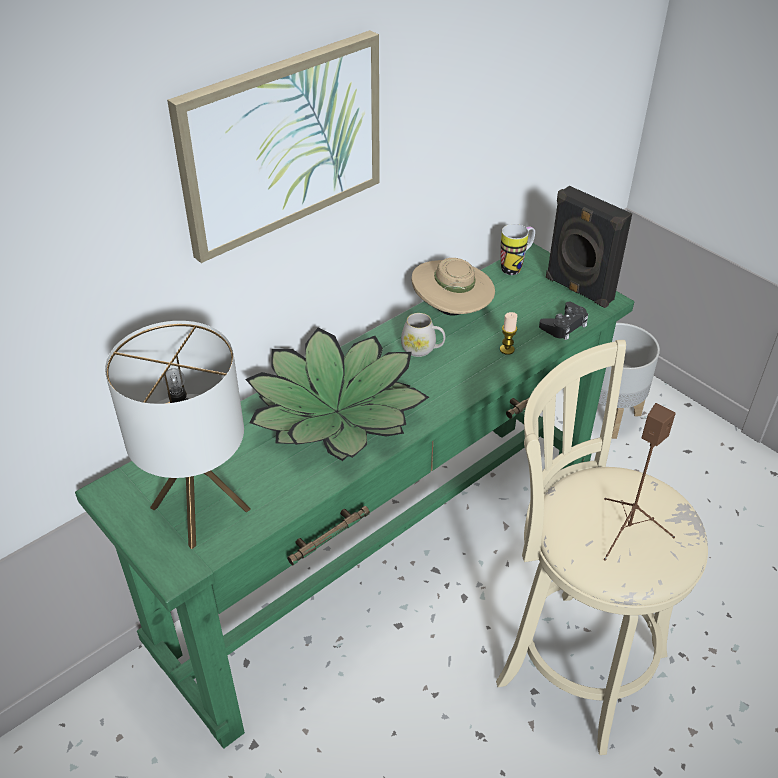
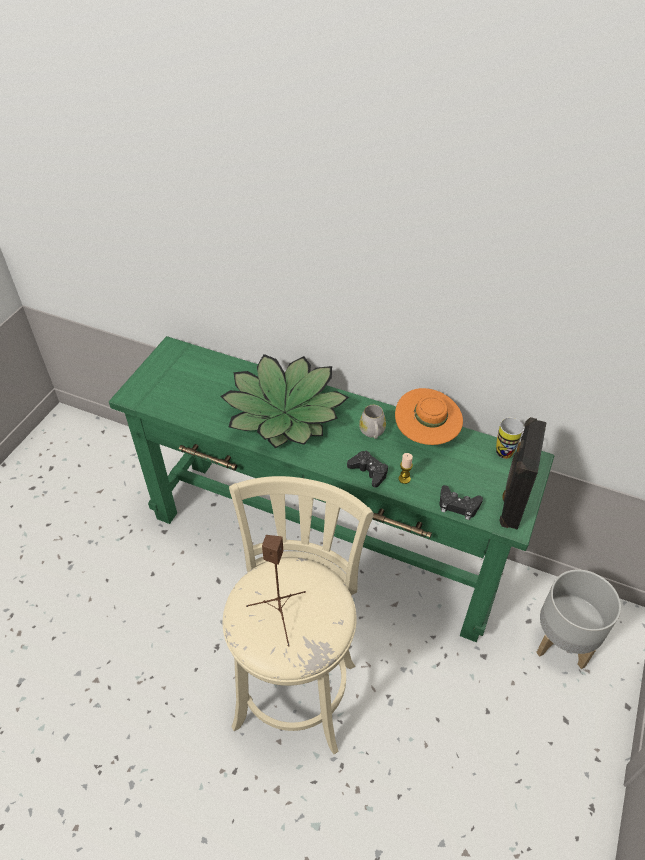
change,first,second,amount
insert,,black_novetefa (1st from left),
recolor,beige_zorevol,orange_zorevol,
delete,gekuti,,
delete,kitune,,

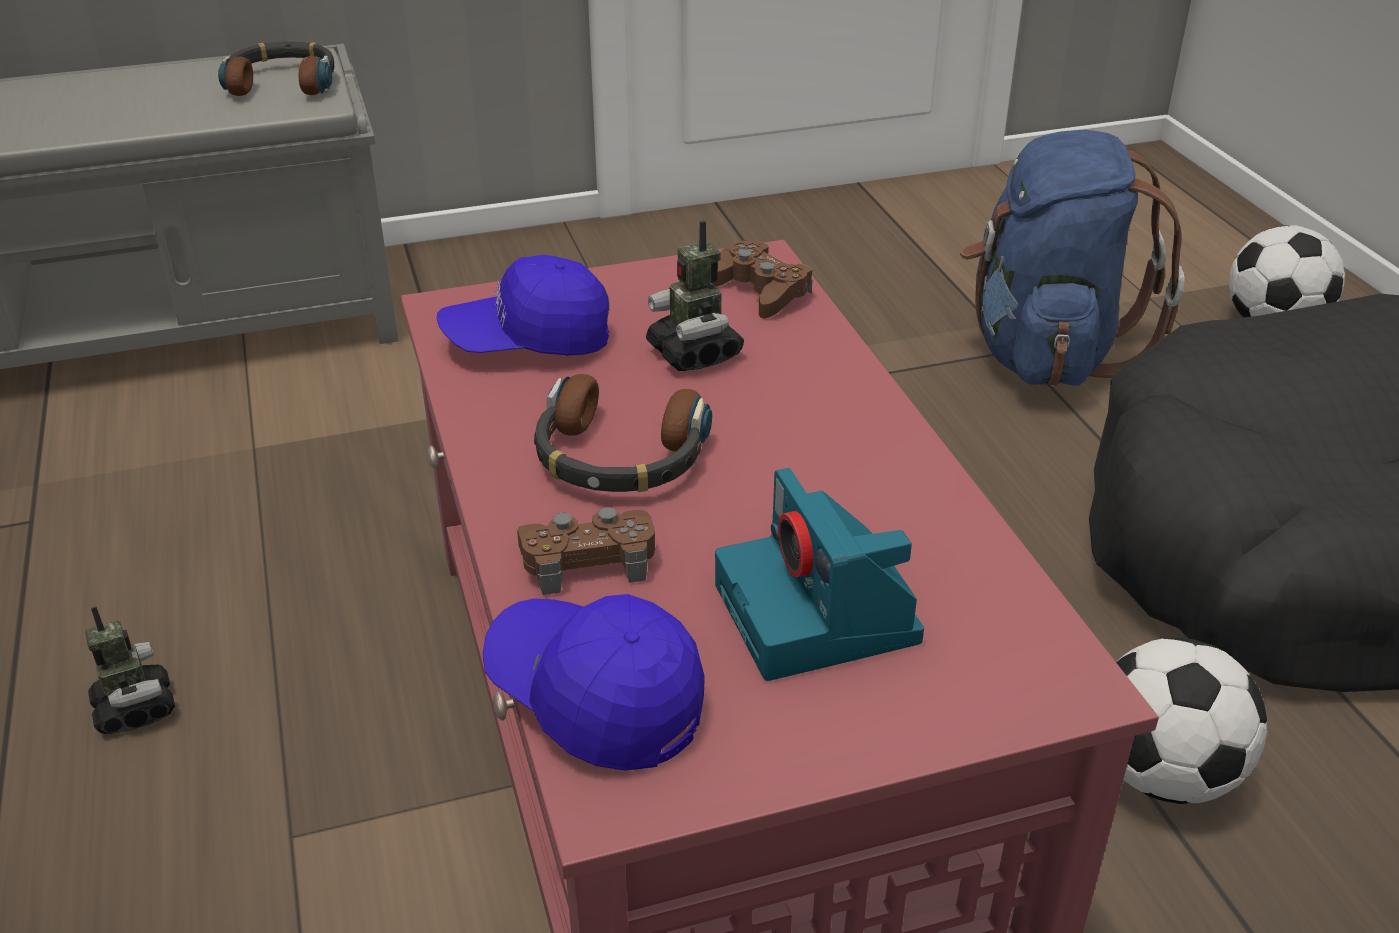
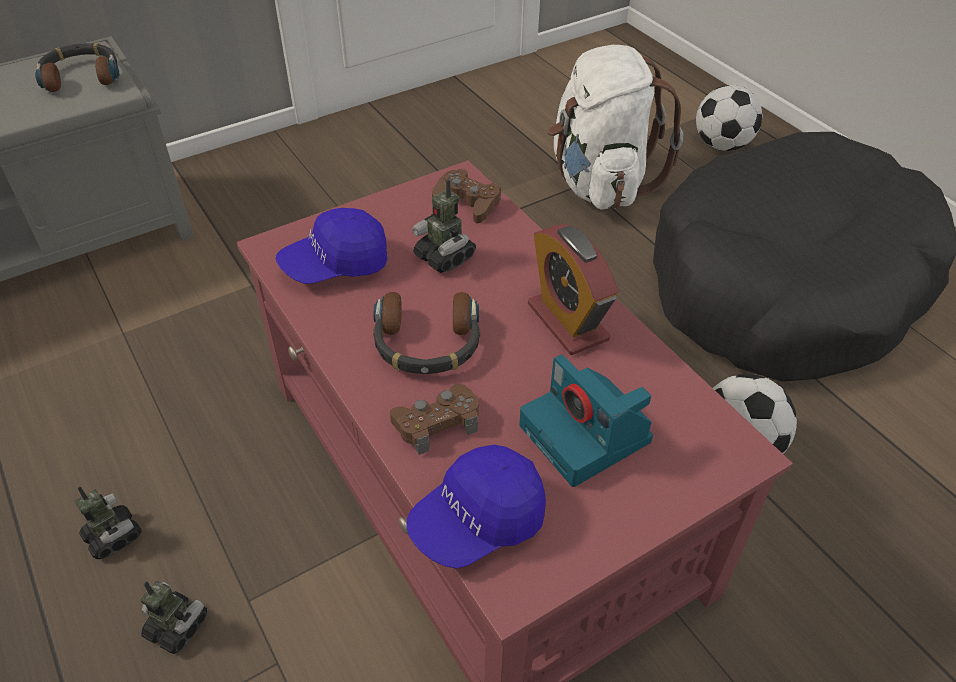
change,first,second,amount
insert,,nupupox (2nd from left),
rotate,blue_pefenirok (2nd from left),,60 degrees counterclockwise
insert,,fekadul,
recolor,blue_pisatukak,white_pisatukak,

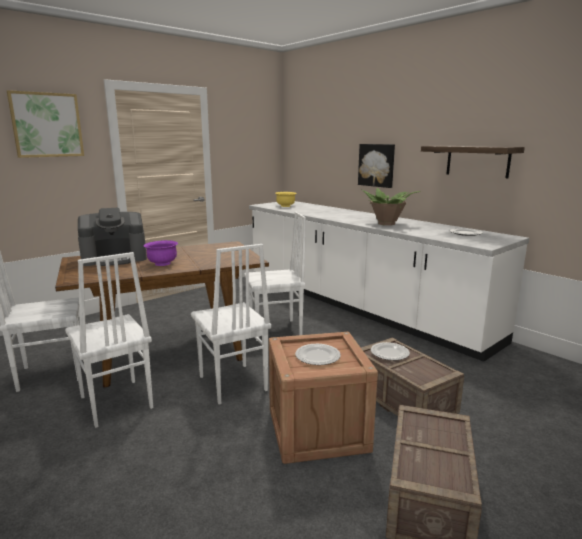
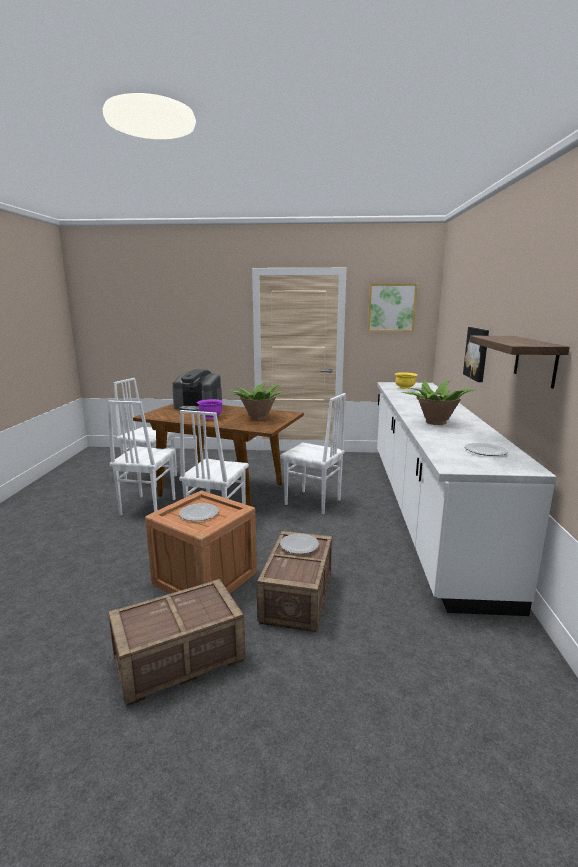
change,first,second,amount
insert,,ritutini (1st from left),
move,kitune (1st from left),,

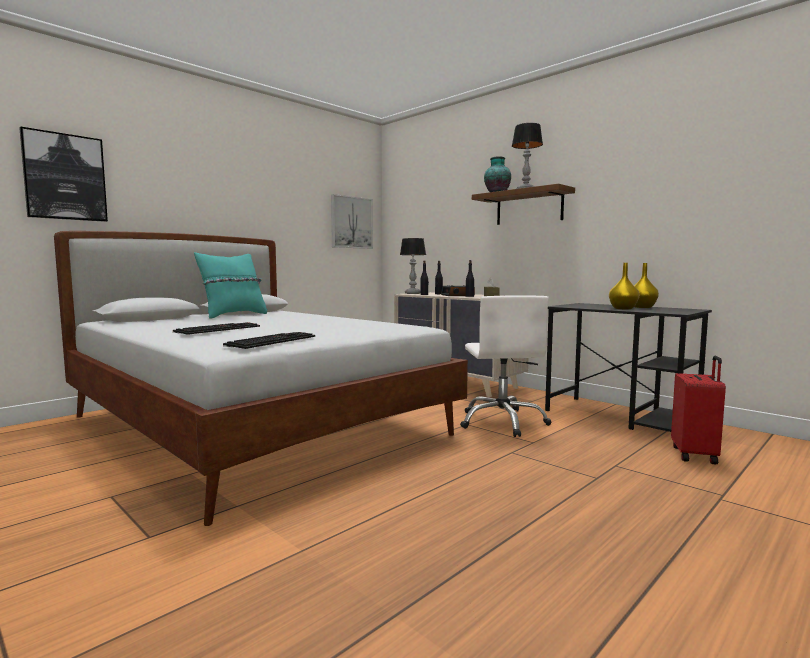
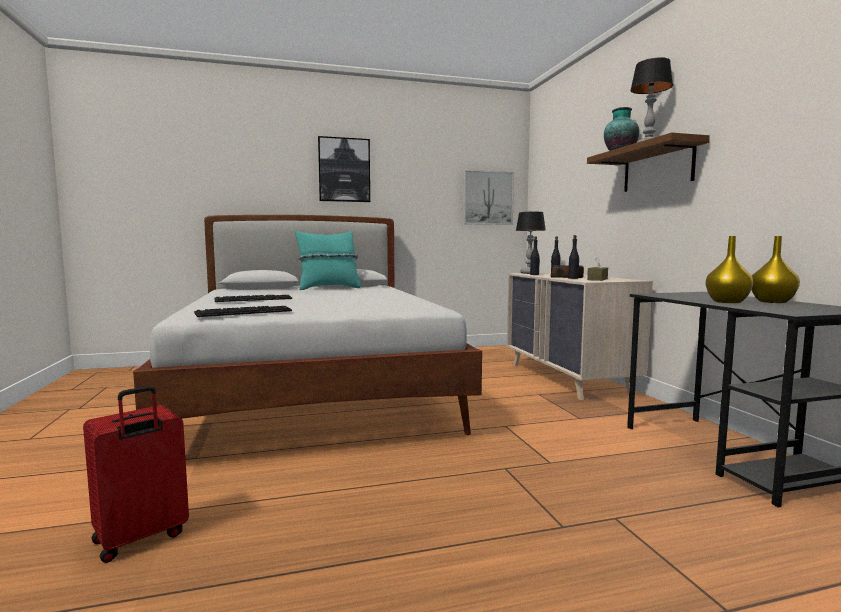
change,first,second,amount
move,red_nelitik,,
move,kitune (1st from left),,
delete,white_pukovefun,,

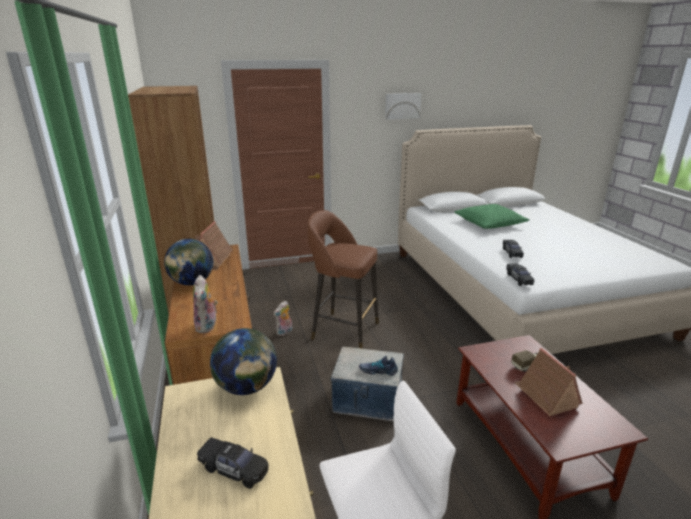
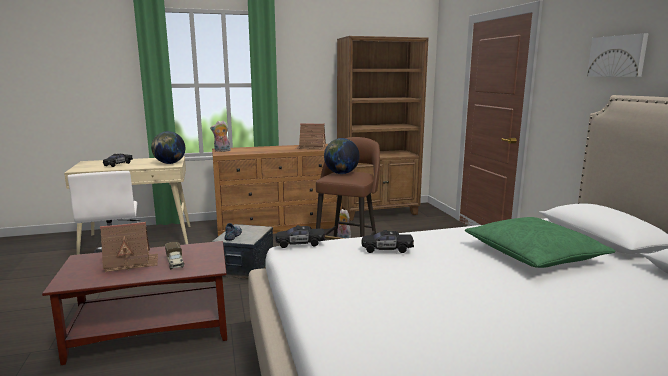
change,first,second,amount
move,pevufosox (1st from left in the first image),pevufosox (2nd from left),

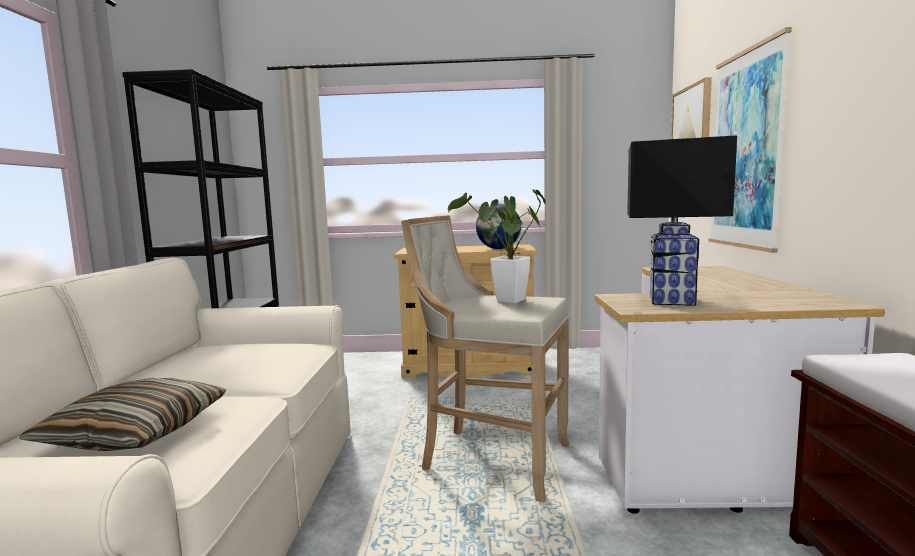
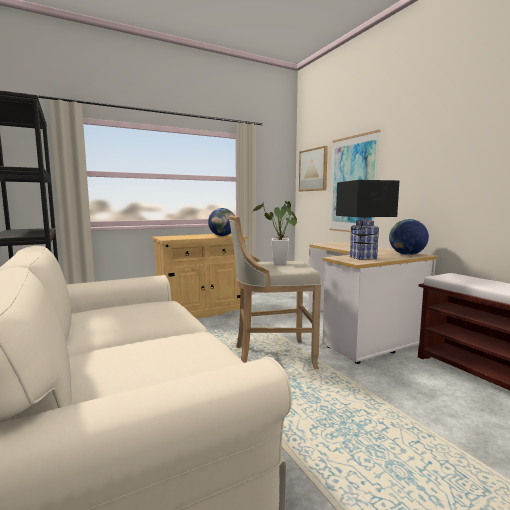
change,first,second,amount
insert,,pevufosox (2nd from left),
delete,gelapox,,

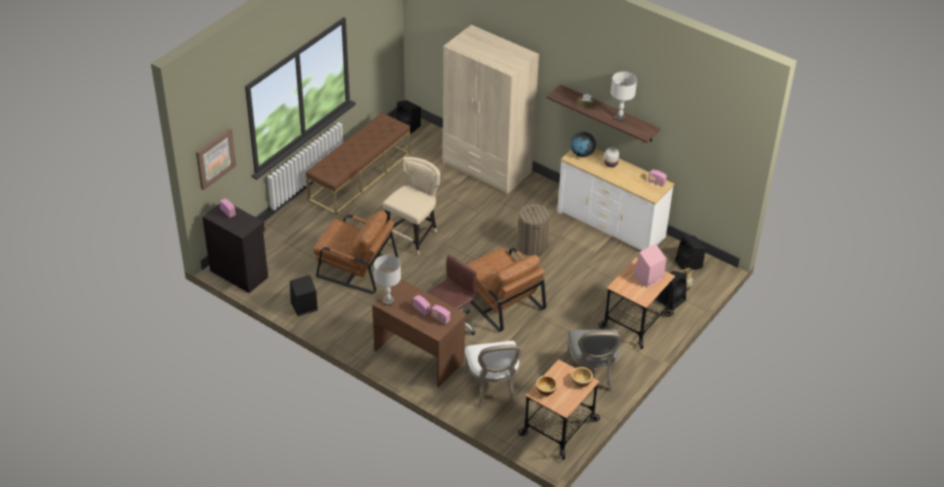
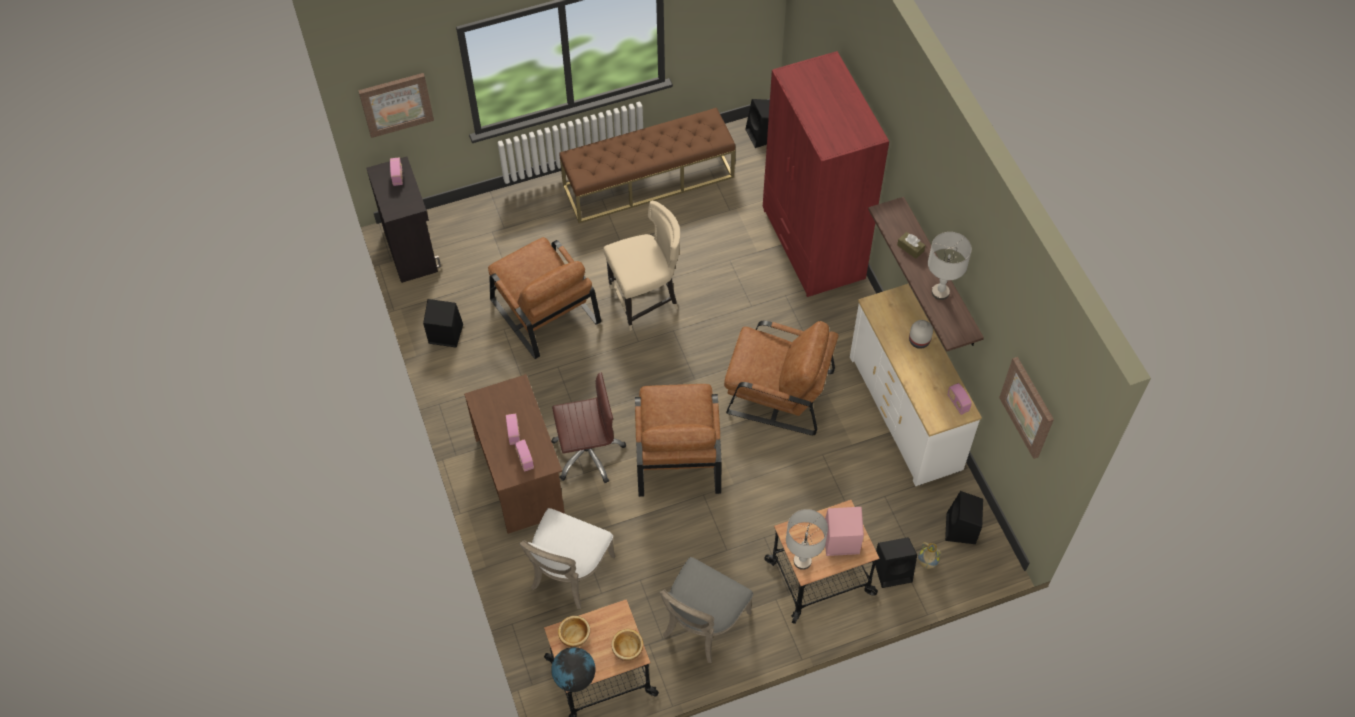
change,first,second,amount
move,pevufosox,,
replace,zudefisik,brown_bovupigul (3rd from left),
recolor,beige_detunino,red_detunino,
move,grey_gekuti (1st from left),,
insert,,kitune (2nd from left),

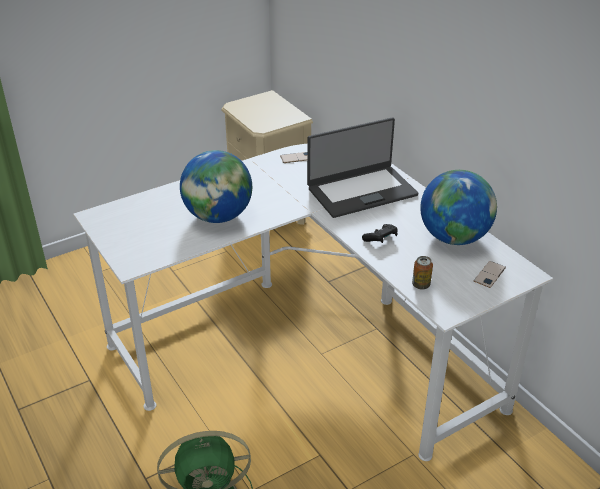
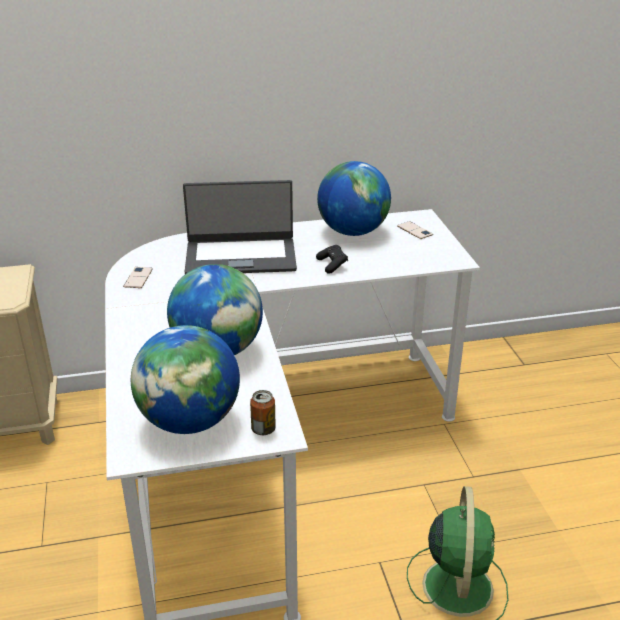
change,first,second,amount
insert,,pevufosox (1st from left),
rotate,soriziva,,90 degrees clockwise
move,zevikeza,,

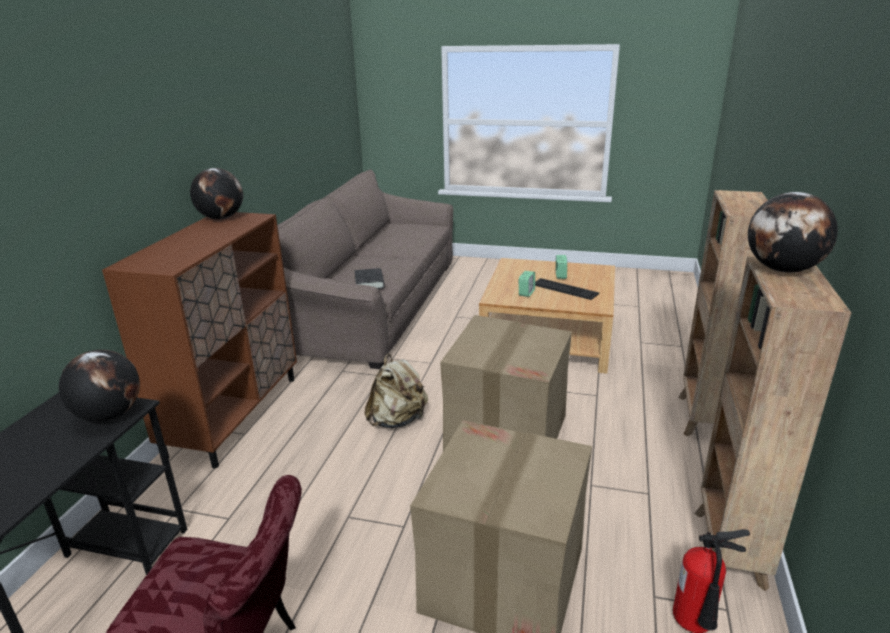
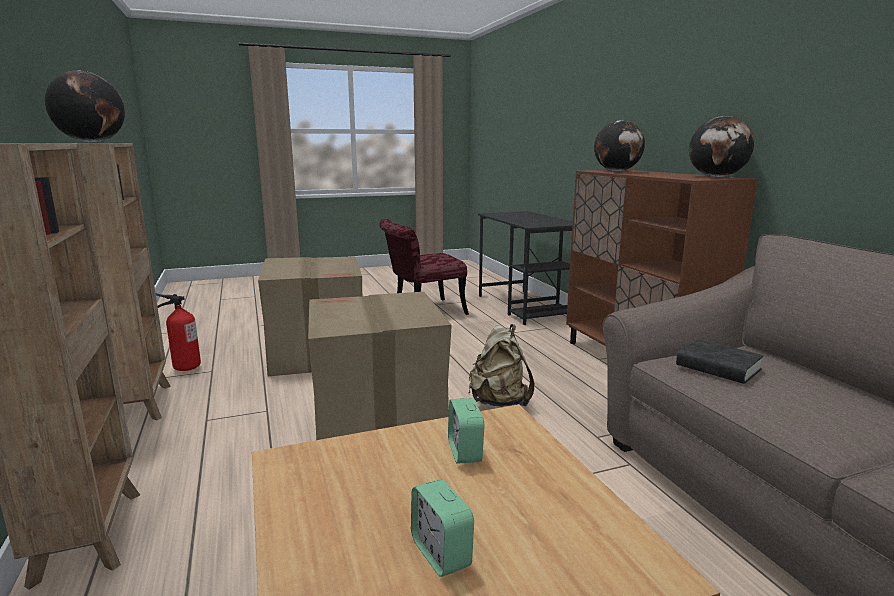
change,first,second,amount
move,pevufosox (1st from left in the first image),pevufosox (2nd from left),
delete,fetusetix,,

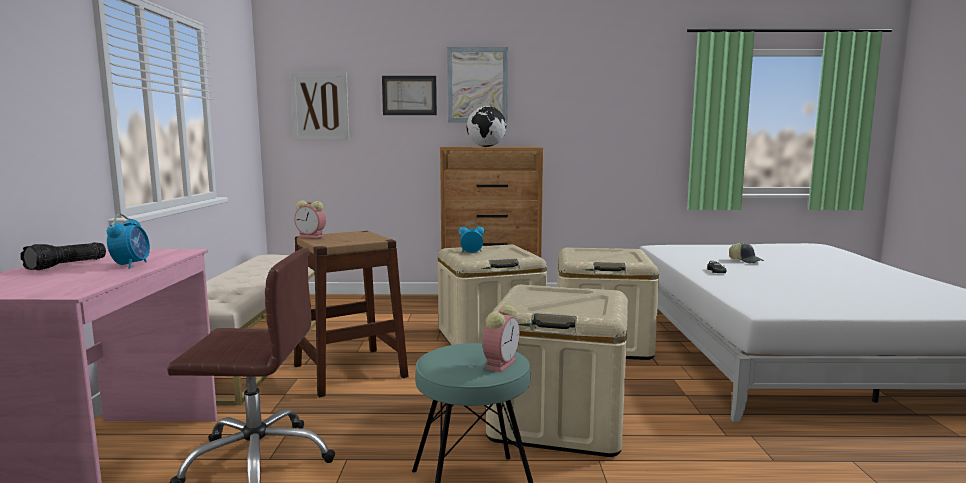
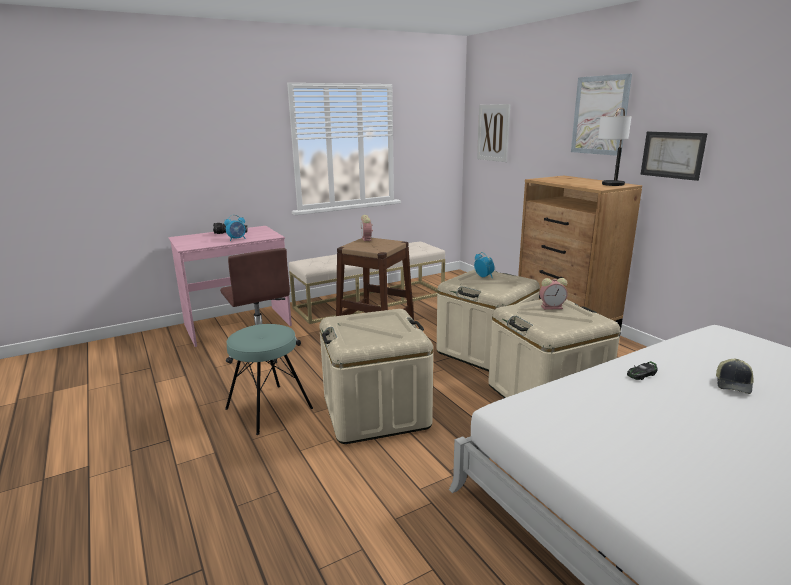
change,first,second,amount
move,fekadul (4th from left),,
insert,,gekuti,
move,kitune (2nd from left in the first image),kitune (3rd from left),
delete,pevufosox,,

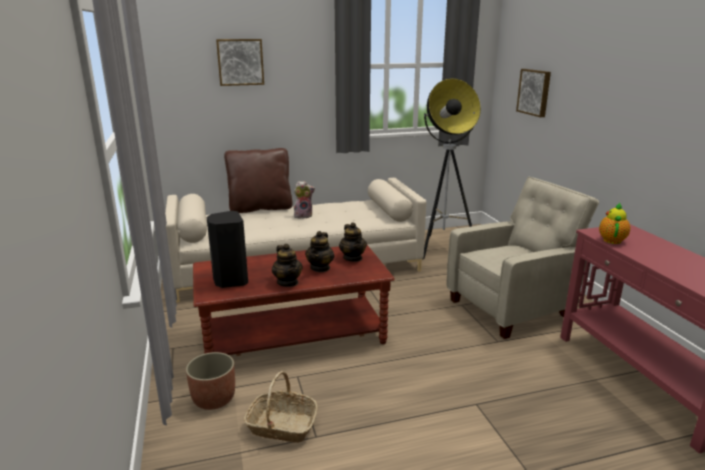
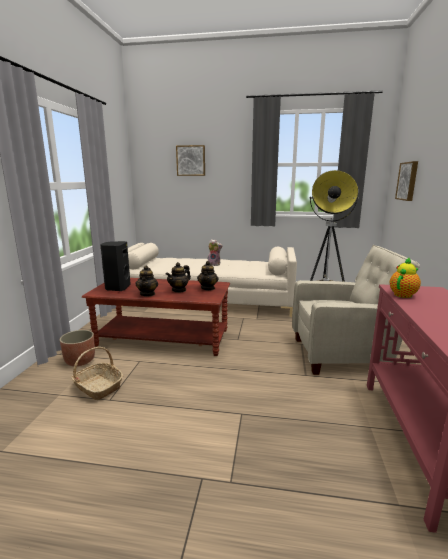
change,first,second,amount
delete,brown_gelapox,,

